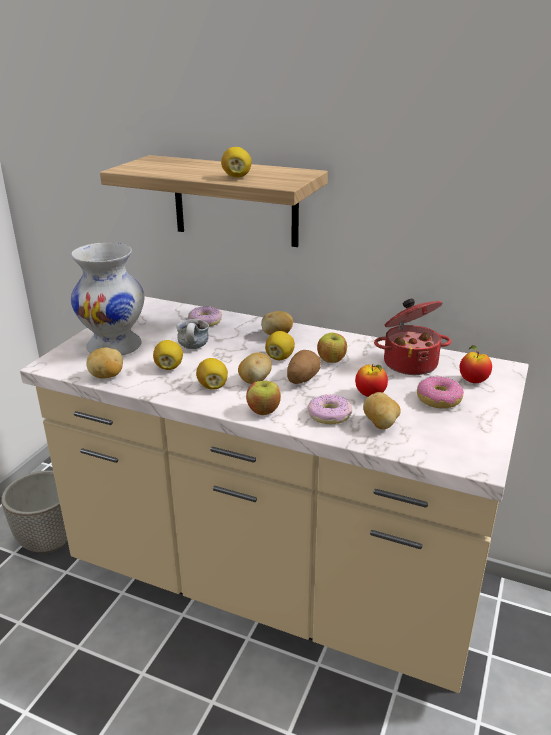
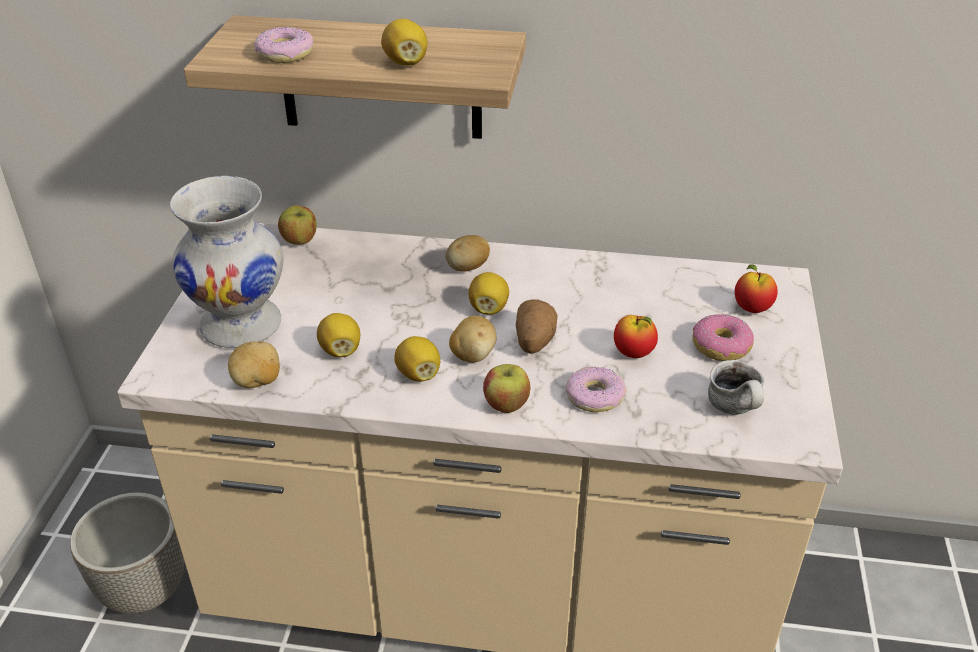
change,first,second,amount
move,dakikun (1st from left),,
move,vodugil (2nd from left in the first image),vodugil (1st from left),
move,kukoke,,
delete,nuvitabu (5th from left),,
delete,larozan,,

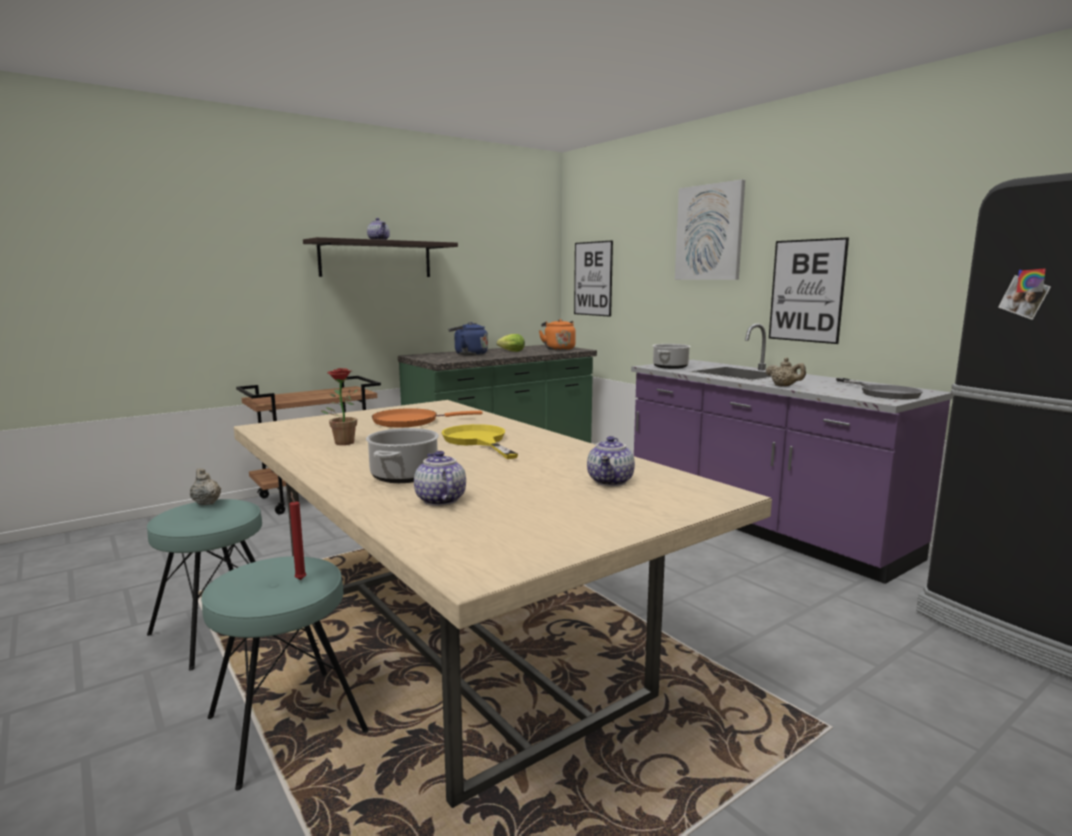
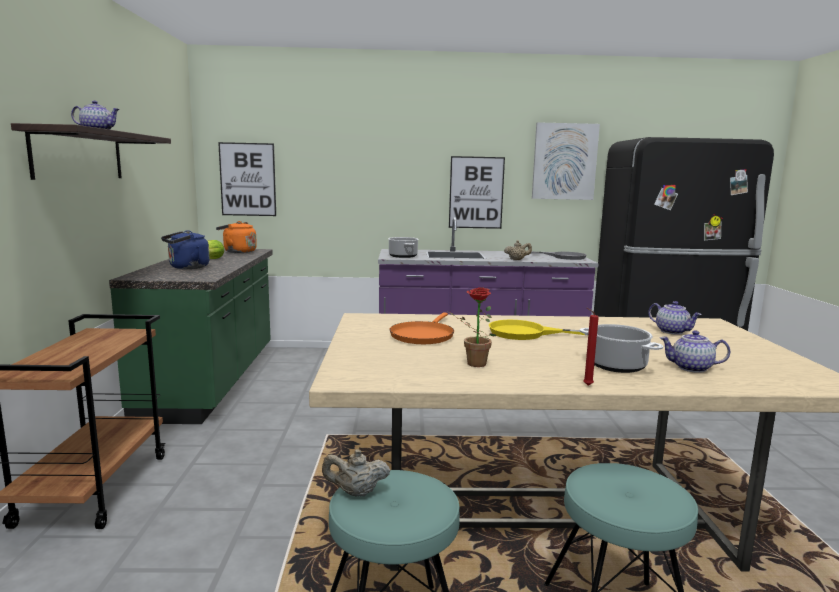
change,first,second,amount
move,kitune (2nd from left in the first image),kitune (3rd from left),
move,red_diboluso,,

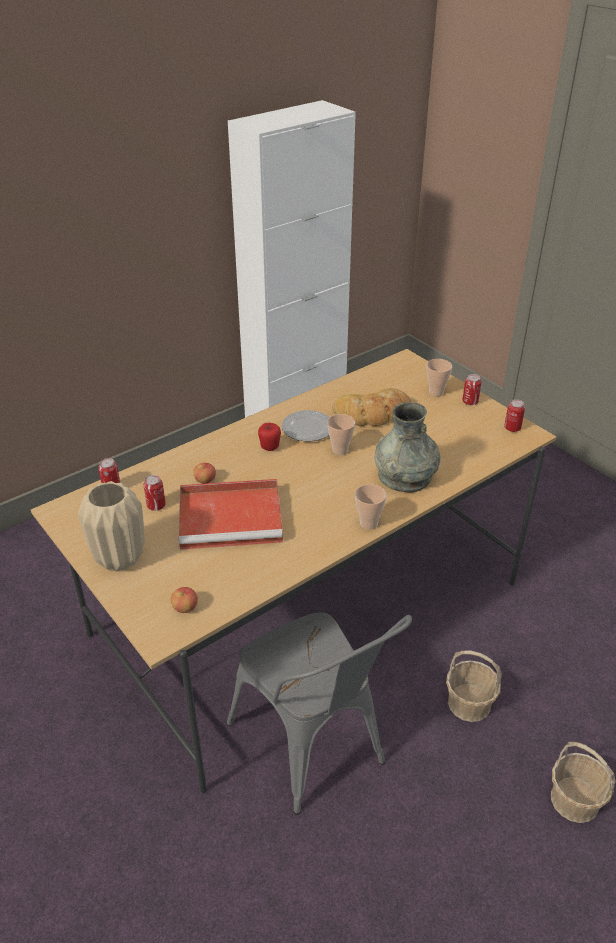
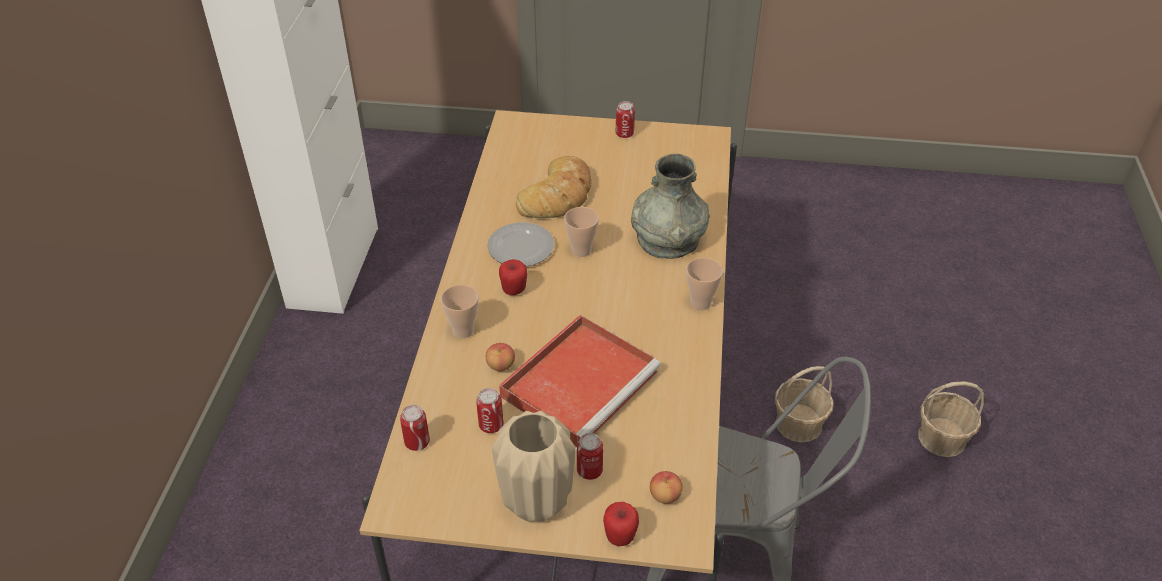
change,first,second,amount
move,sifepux (3rd from left in the first image),sifepux (1st from left),
move,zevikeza (4th from left in the first image),zevikeza (3rd from left),
insert,,vodugil (3rd from left),

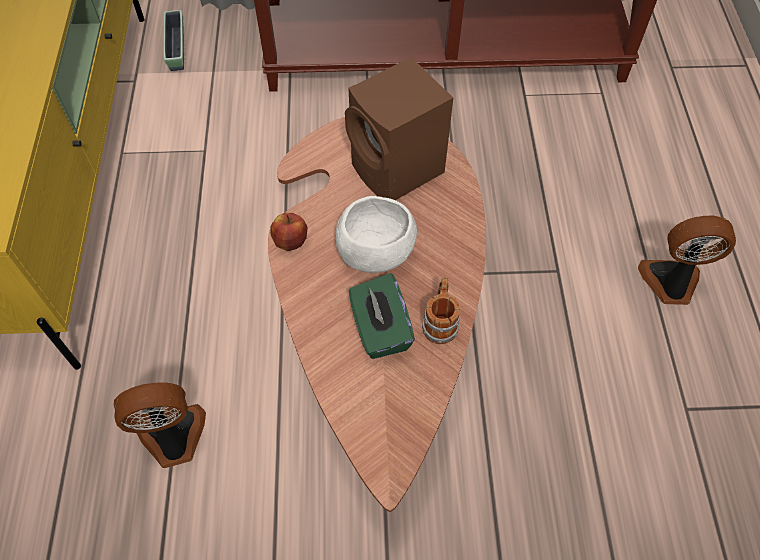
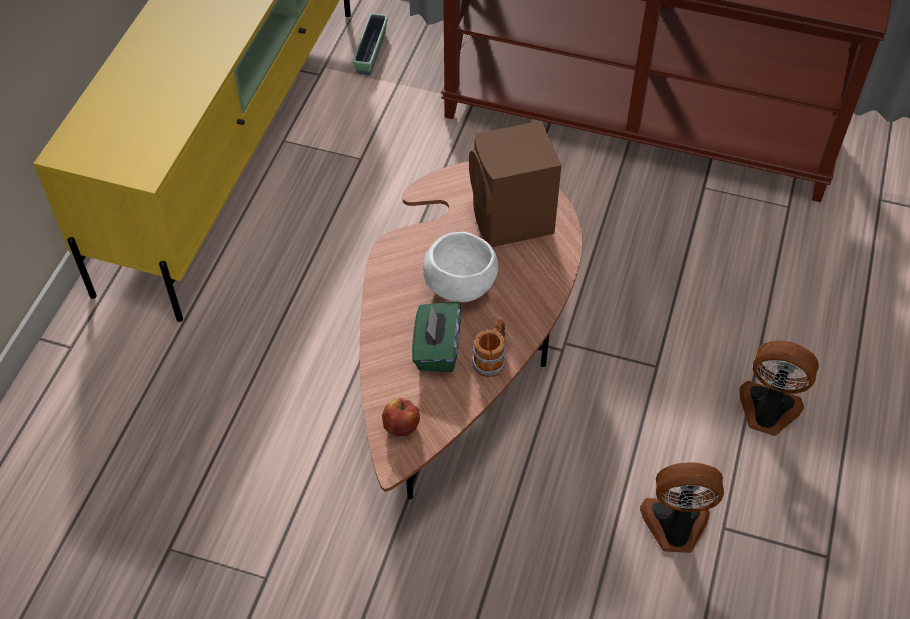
change,first,second,amount
move,vodugil,,
move,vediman (1st from left),,

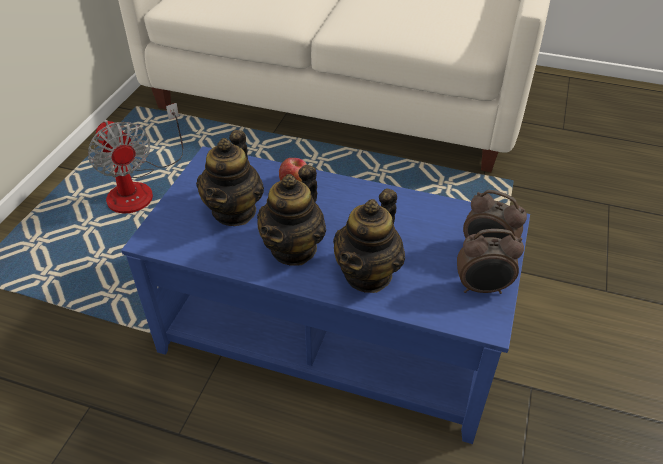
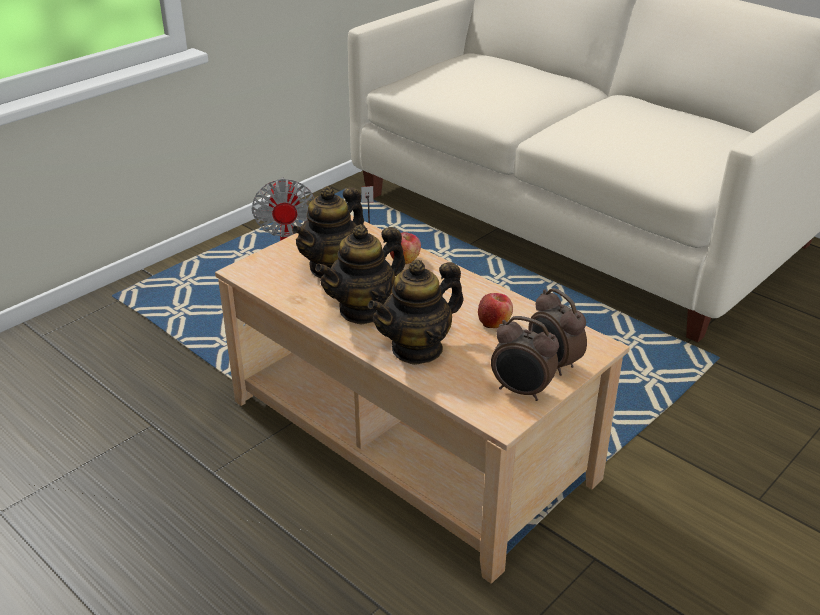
change,first,second,amount
recolor,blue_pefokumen,beige_pefokumen,
insert,,vodugil (2nd from left),

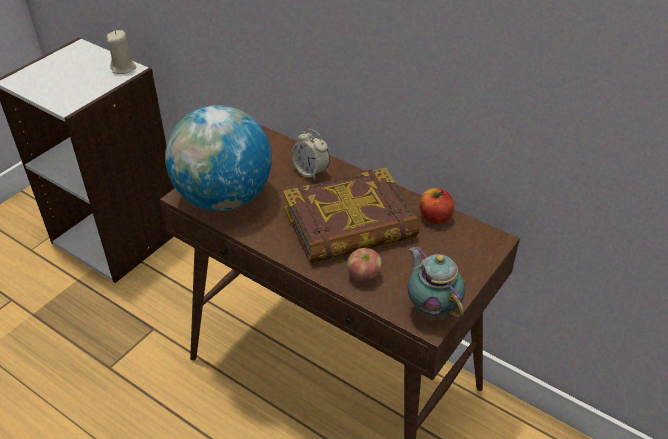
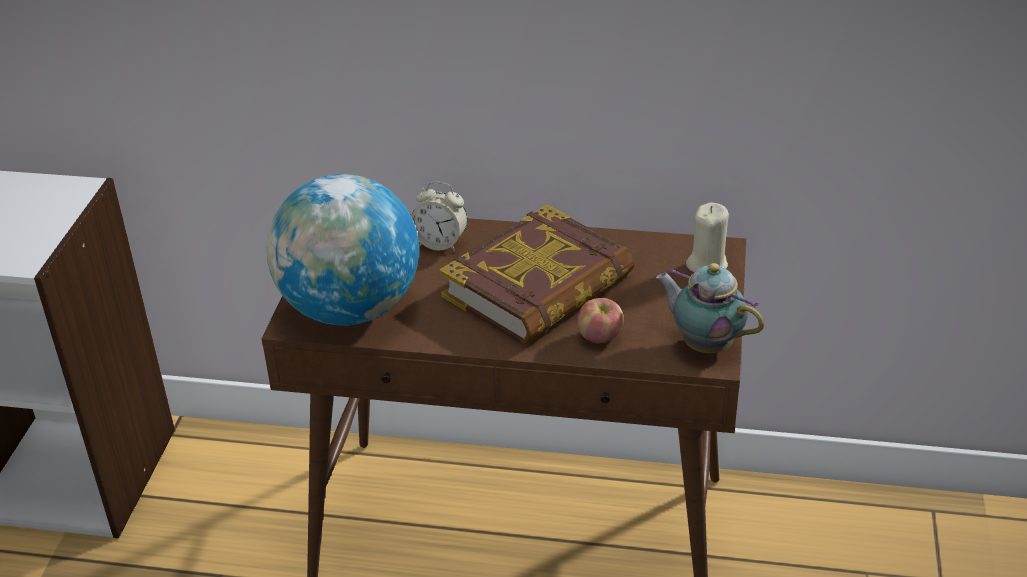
change,first,second,amount
move,beige_diboluso,,
delete,vodugil (2nd from left),,

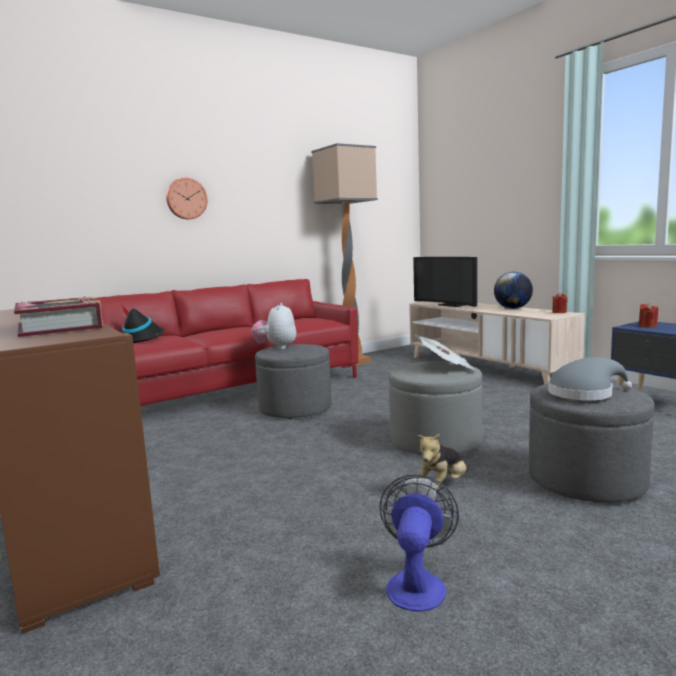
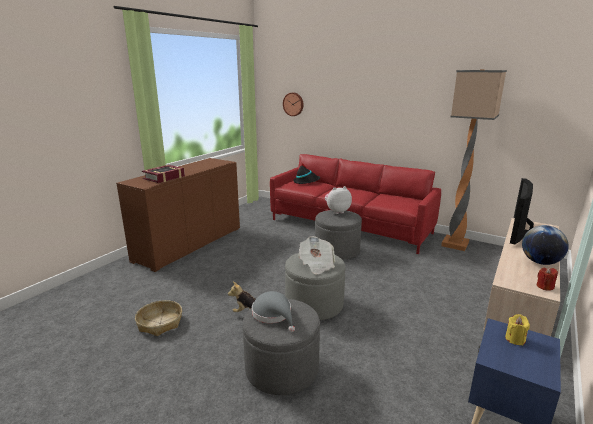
change,first,second,amount
replace,vediman,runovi,
move,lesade,,
recolor,red_diboluso (2nd from left),yellow_diboluso,

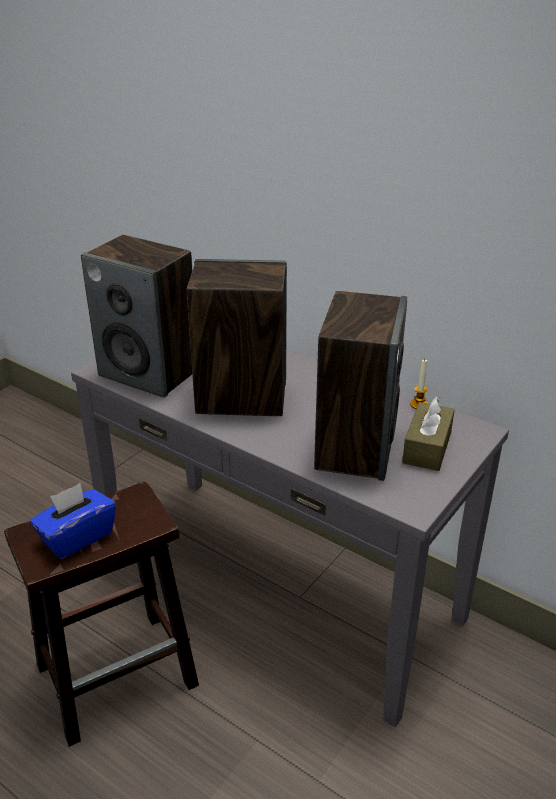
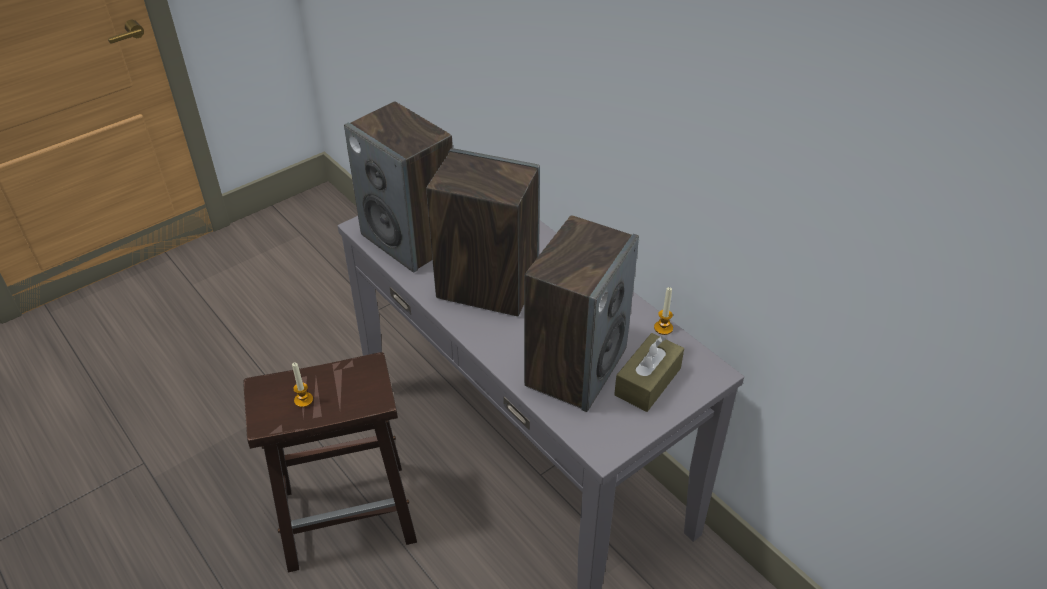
change,first,second,amount
replace,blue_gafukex,diboluso (1st from left),

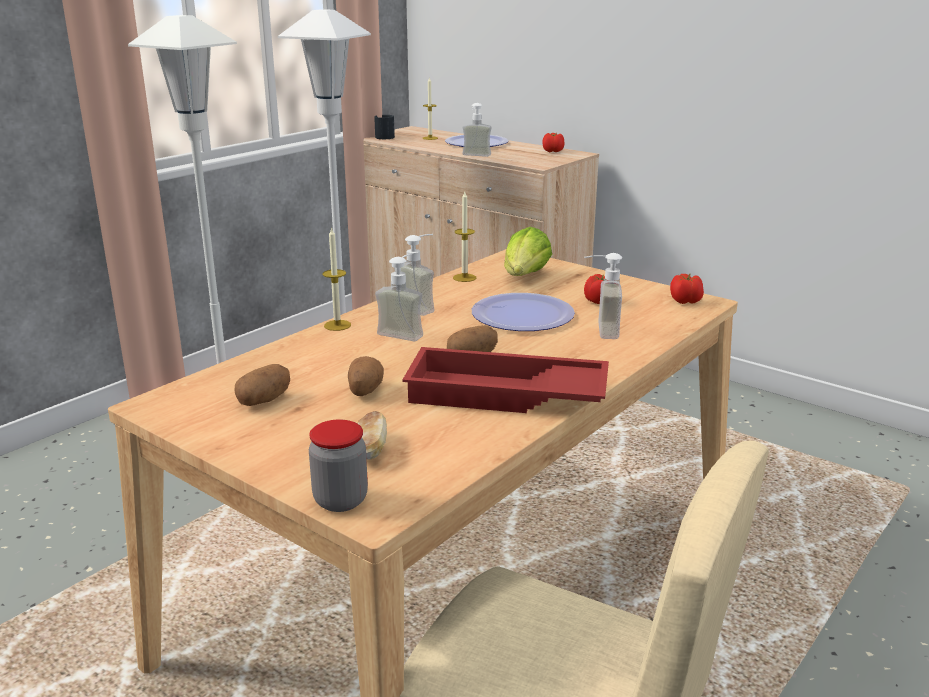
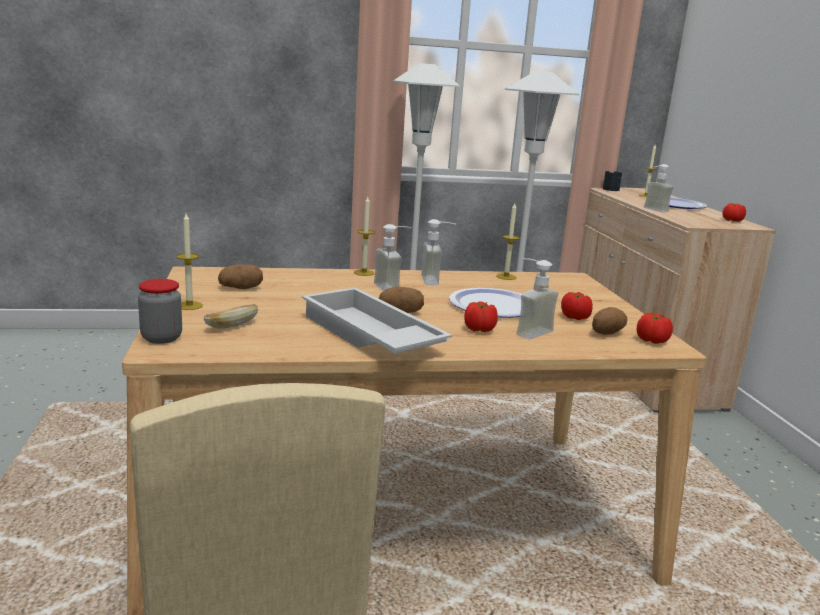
change,first,second,amount
insert,,diboluso (1st from left),
recolor,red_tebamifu,white_tebamifu,
insert,,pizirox (1st from left),
move,nuvitabu (2nd from left in the first image),nuvitabu (3rd from left),
delete,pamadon,,

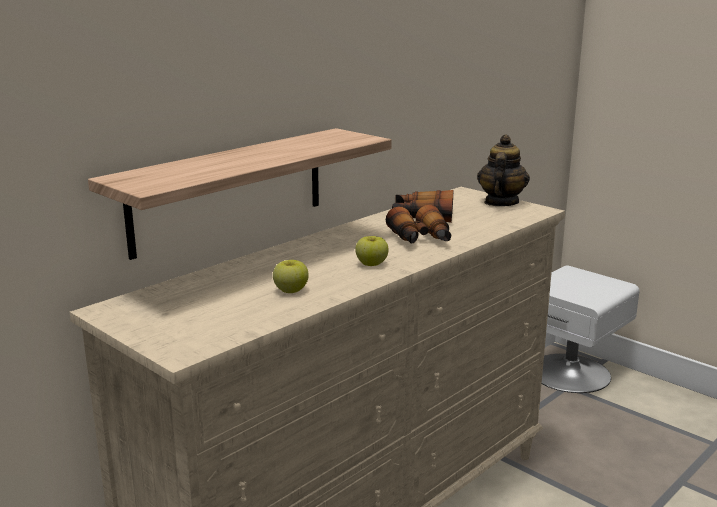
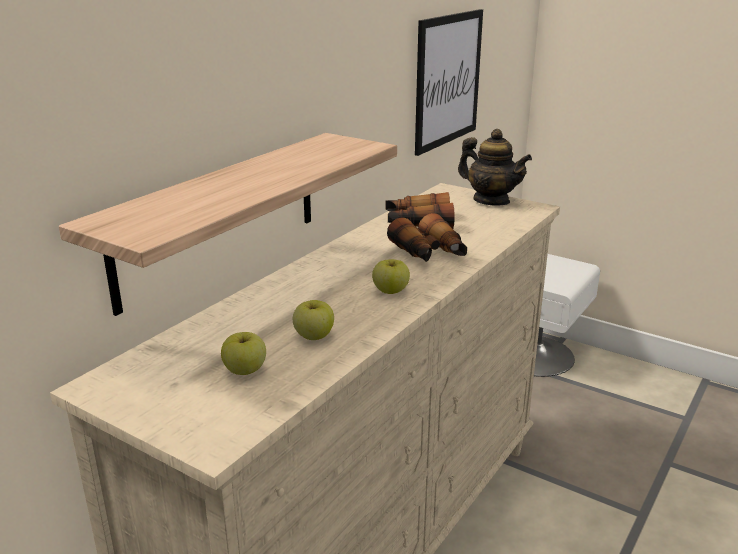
change,first,second,amount
insert,,vodugil (1st from left),
insert,,kitune,
rotate,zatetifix,,120 degrees clockwise

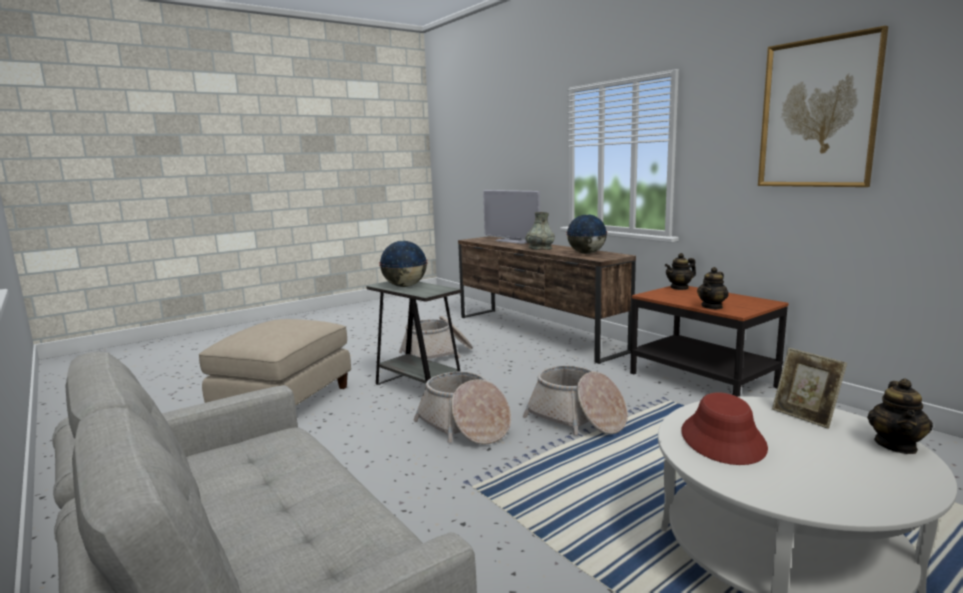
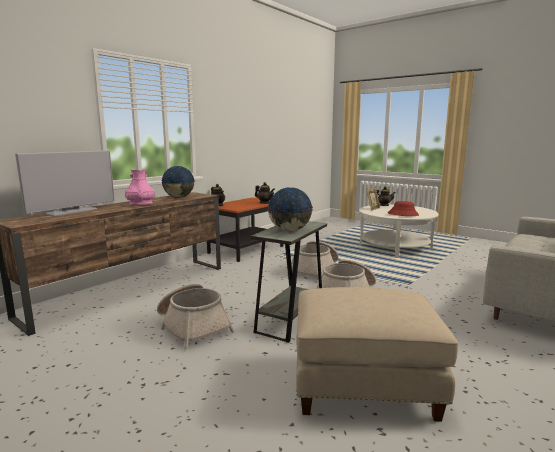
change,first,second,amount
recolor,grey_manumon,pink_manumon,
delete,kitune,,

